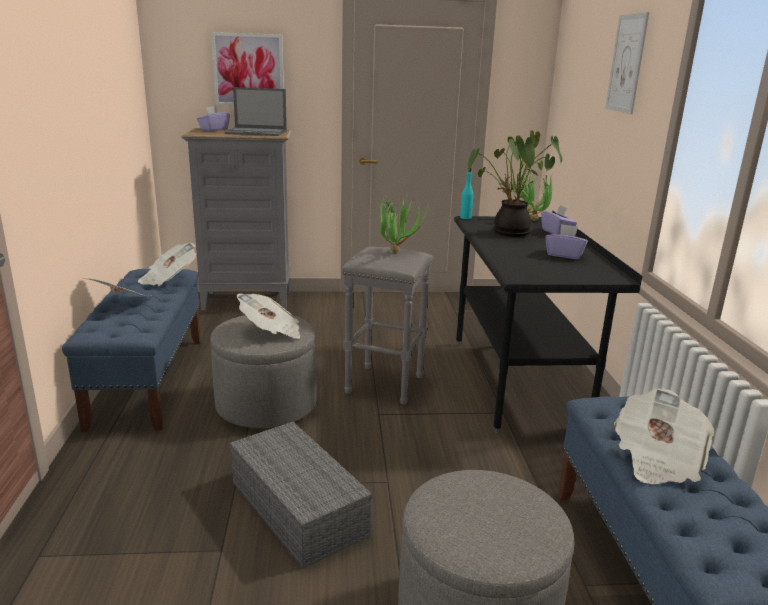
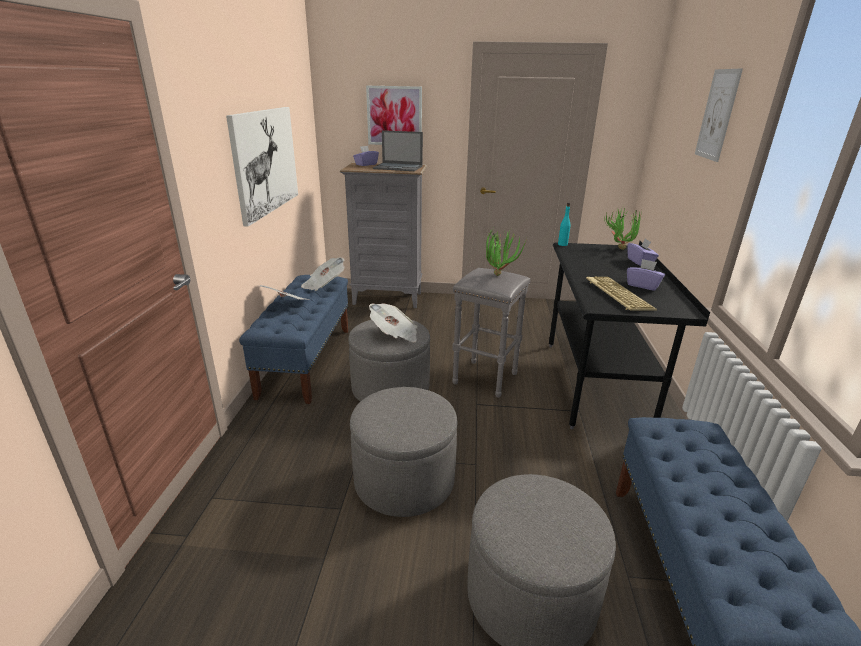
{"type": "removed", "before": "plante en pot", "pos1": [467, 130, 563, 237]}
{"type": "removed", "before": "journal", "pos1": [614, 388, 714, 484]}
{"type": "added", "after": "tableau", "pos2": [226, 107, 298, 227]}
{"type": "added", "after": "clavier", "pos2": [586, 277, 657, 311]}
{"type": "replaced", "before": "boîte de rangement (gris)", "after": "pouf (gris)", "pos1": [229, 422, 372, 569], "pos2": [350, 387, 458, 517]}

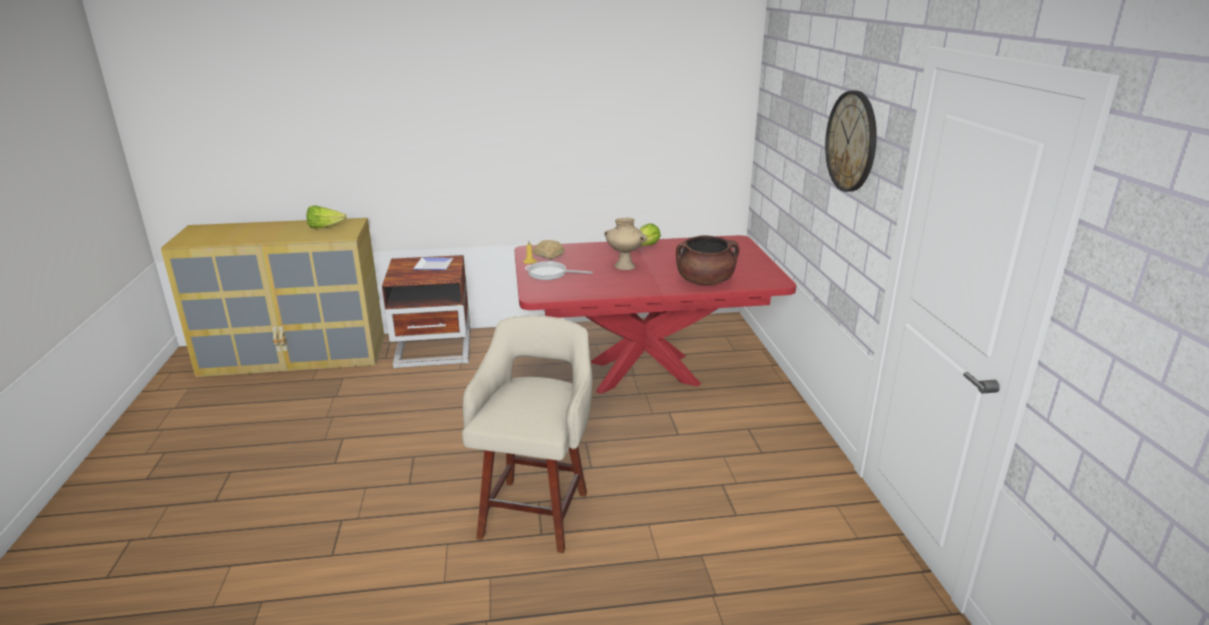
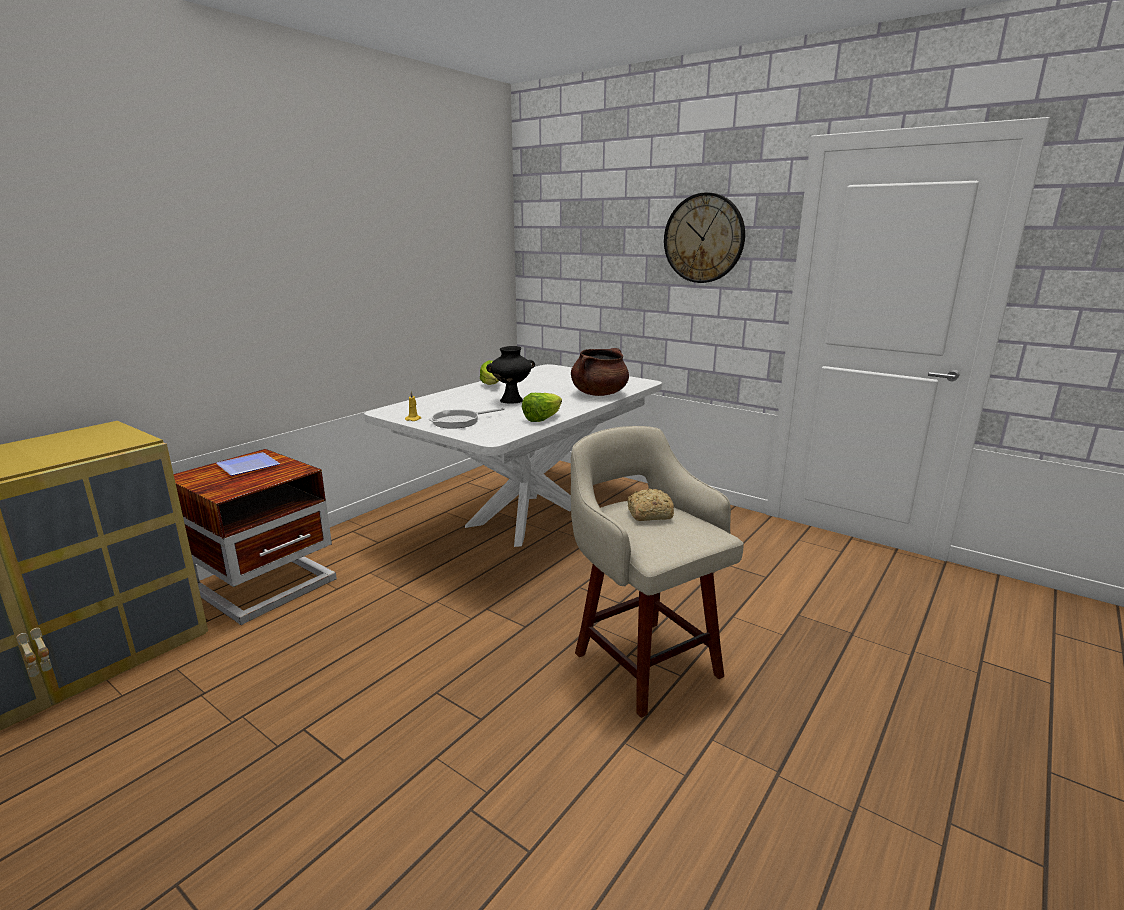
{"type": "moved", "before": "laitue", "pos1": [307, 205, 347, 229], "pos2": [522, 393, 562, 422]}
{"type": "moved", "before": "pain", "pos1": [533, 240, 564, 259], "pos2": [627, 489, 674, 521]}
{"type": "recoloured", "before": "table à manger (rouge)", "after": "table à manger (blanc)", "pos1": [515, 235, 796, 394], "pos2": [364, 364, 662, 547]}
{"type": "recoloured", "before": "vase (beige)", "after": "vase (noir)", "pos1": [604, 218, 647, 270], "pos2": [486, 346, 535, 404]}

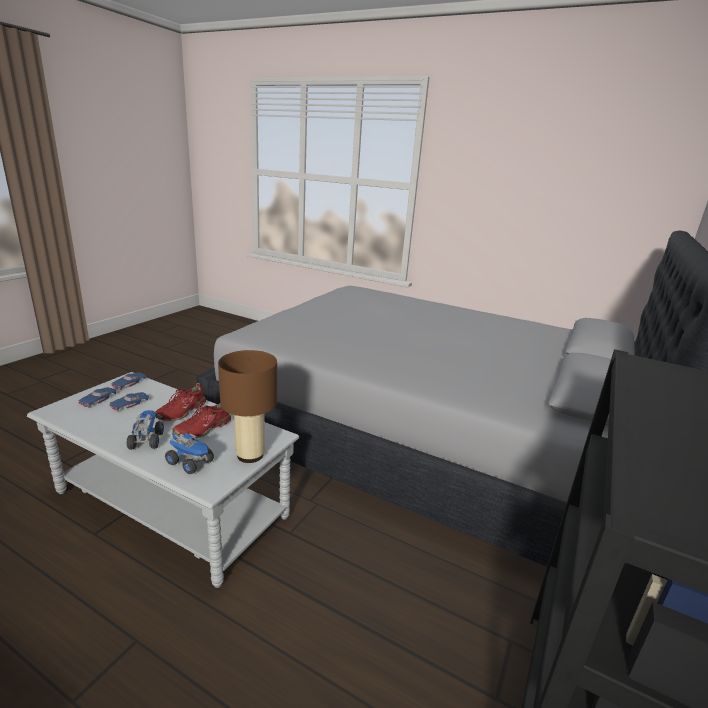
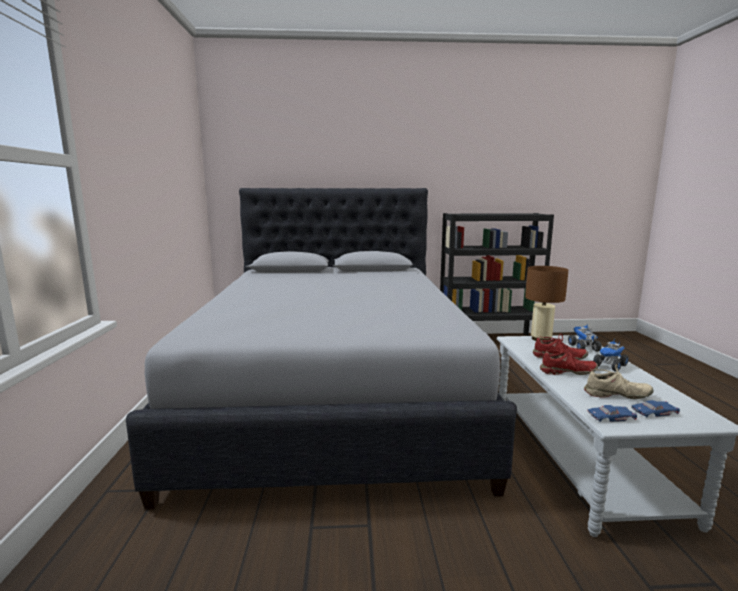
{"type": "replaced", "before": "petite voiture (bleu)", "after": "chaussure (beige)", "pos1": [110, 392, 149, 412], "pos2": [584, 364, 654, 399]}

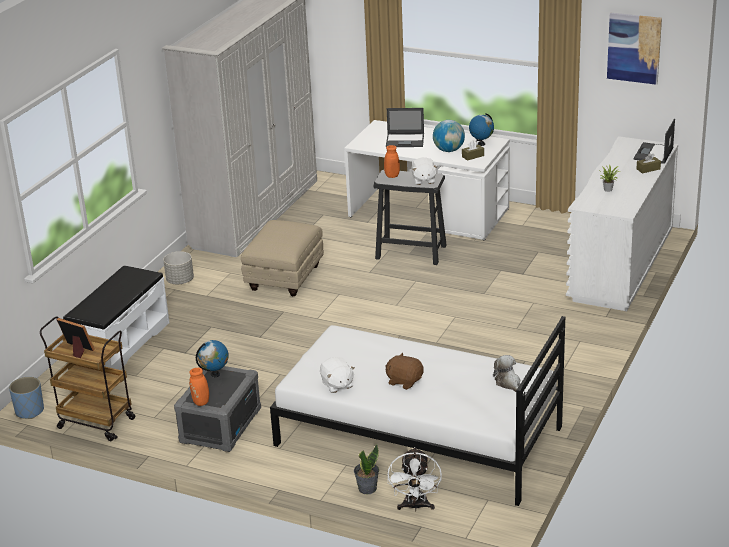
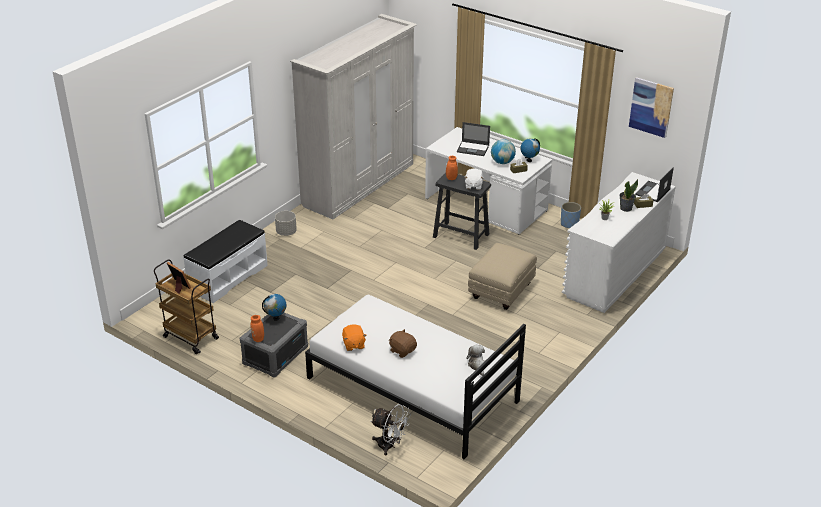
{"type": "moved", "before": "cache-pot (bleu)", "pos1": [9, 377, 44, 419], "pos2": [561, 202, 581, 228]}
{"type": "moved", "before": "pouf (beige)", "pos1": [241, 220, 324, 296], "pos2": [468, 243, 537, 310]}
{"type": "moved", "before": "plante en pot", "pos1": [354, 444, 379, 494], "pos2": [619, 179, 638, 212]}
{"type": "recoloured", "before": "peluche (blanc)", "after": "peluche (orange)", "pos1": [320, 357, 355, 393], "pos2": [342, 324, 366, 351]}
{"type": "turned", "before": "ventilateur (blanc)", "pos1": [388, 447, 442, 511], "pos2": [371, 404, 411, 456], "turn": -75}

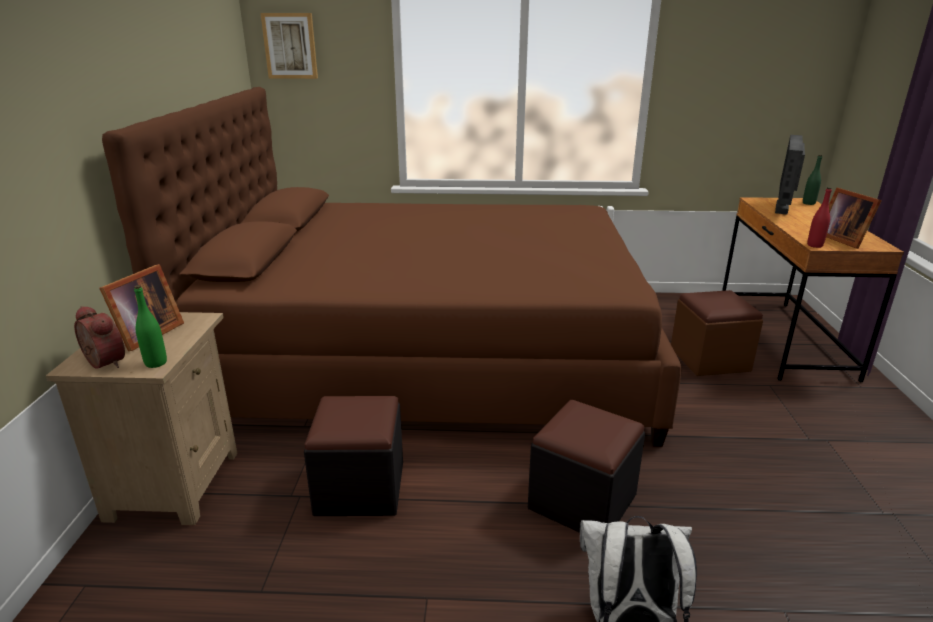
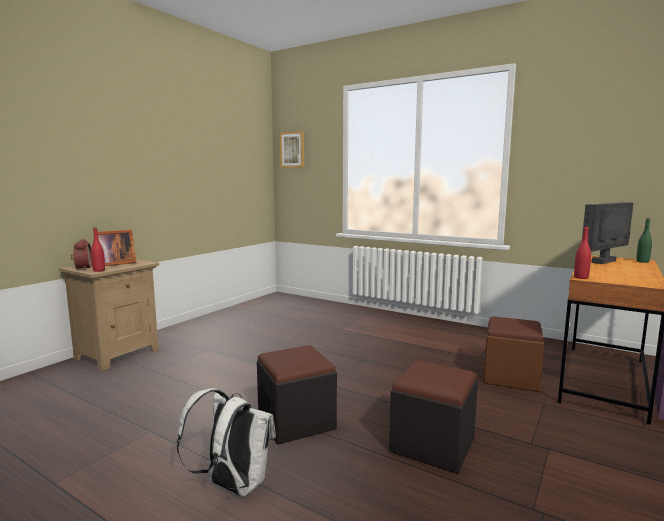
{"type": "removed", "before": "lit (marron)", "pos1": [102, 87, 682, 447]}
{"type": "removed", "before": "cadre photo", "pos1": [826, 188, 882, 249]}
{"type": "moved", "before": "pouf (noir)", "pos1": [304, 396, 403, 516], "pos2": [389, 360, 478, 474]}
{"type": "recoloured", "before": "bouteille (vert)", "after": "bouteille (rouge)", "pos1": [134, 285, 167, 368], "pos2": [91, 228, 105, 272]}

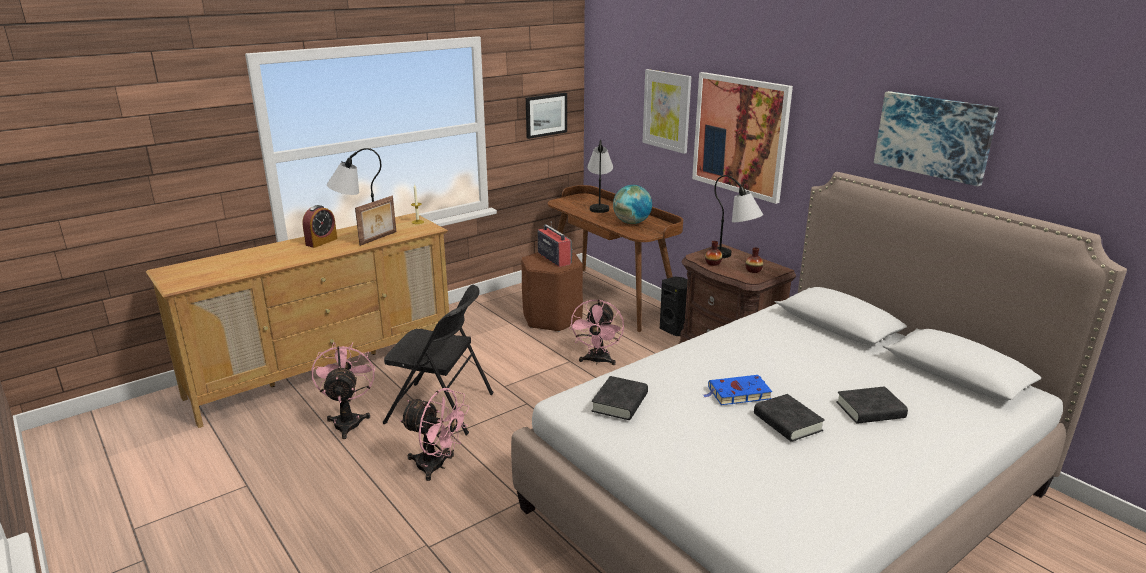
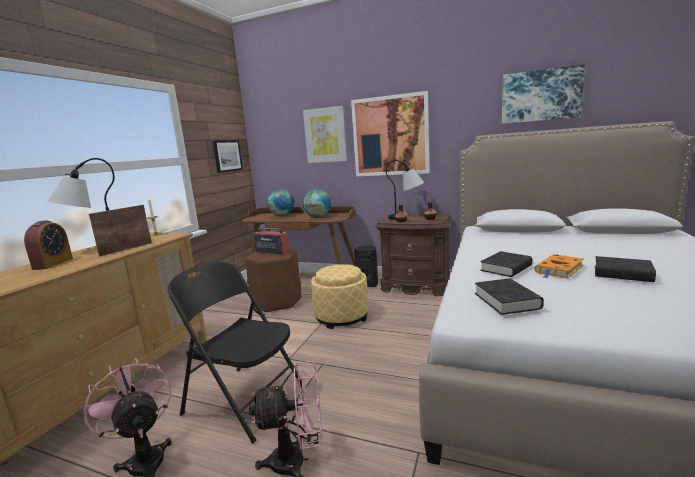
{"type": "moved", "before": "livre (noir)", "pos1": [836, 386, 908, 424], "pos2": [480, 251, 532, 277]}
{"type": "replaced", "before": "ventilateur (rose)", "after": "pouf", "pos1": [569, 299, 624, 365], "pos2": [311, 264, 368, 329]}
{"type": "replaced", "before": "lampe de table", "after": "globe", "pos1": [587, 140, 613, 213], "pos2": [267, 189, 294, 216]}
{"type": "recoloured", "before": "livre (bleu)", "after": "livre (orange)", "pos1": [703, 375, 772, 405], "pos2": [534, 254, 584, 278]}
{"type": "turned", "before": "cadre photo", "pos1": [355, 196, 396, 246], "pos2": [89, 205, 152, 256], "turn": -150}
{"type": "turned", "before": "chaise (noir)", "pos1": [383, 285, 493, 436], "pos2": [168, 262, 302, 444], "turn": -135}

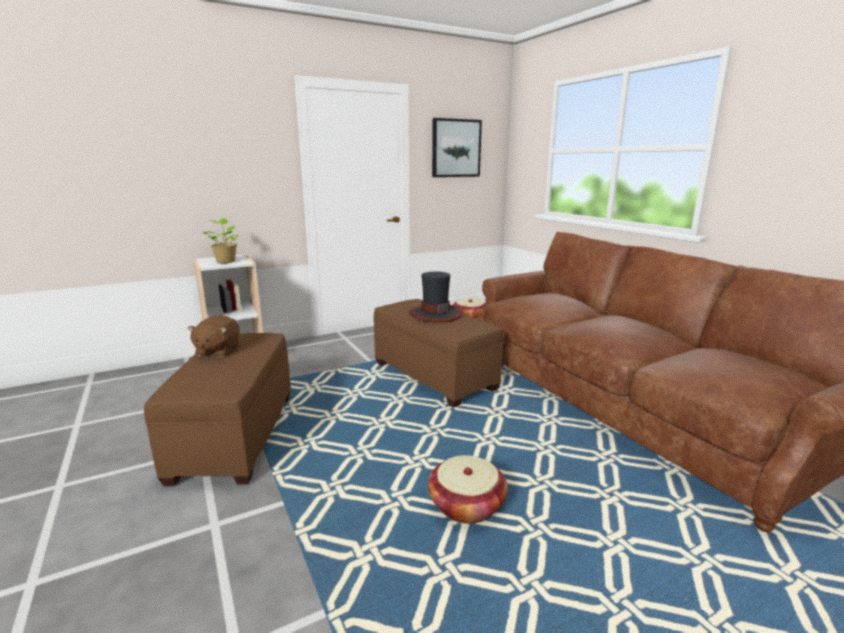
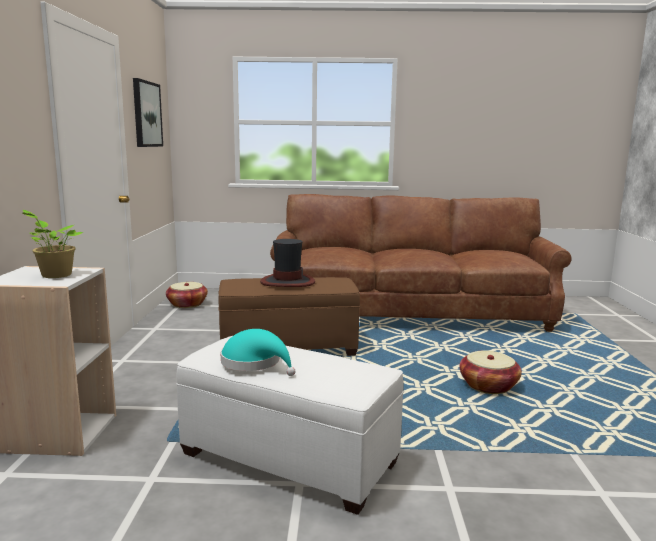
{"type": "replaced", "before": "peluche (marron)", "after": "chapeau (turquoise)", "pos1": [187, 315, 240, 357], "pos2": [221, 329, 295, 376]}
{"type": "recoloured", "before": "pouf (marron)", "after": "pouf (blanc)", "pos1": [144, 333, 291, 486], "pos2": [176, 336, 404, 515]}

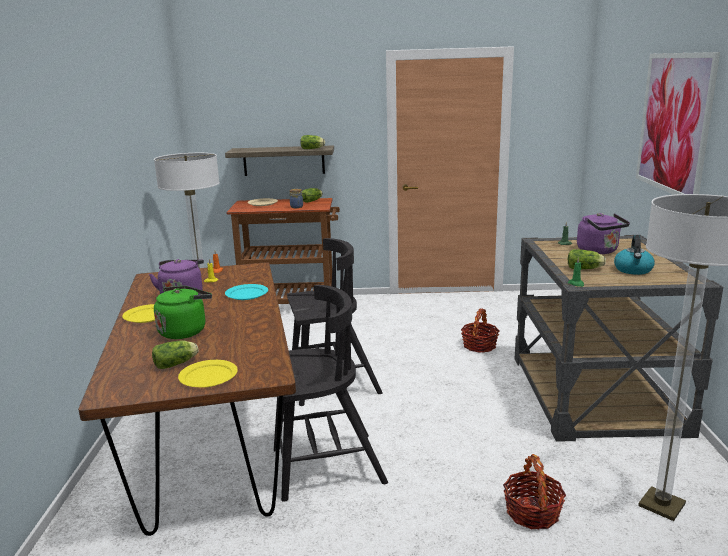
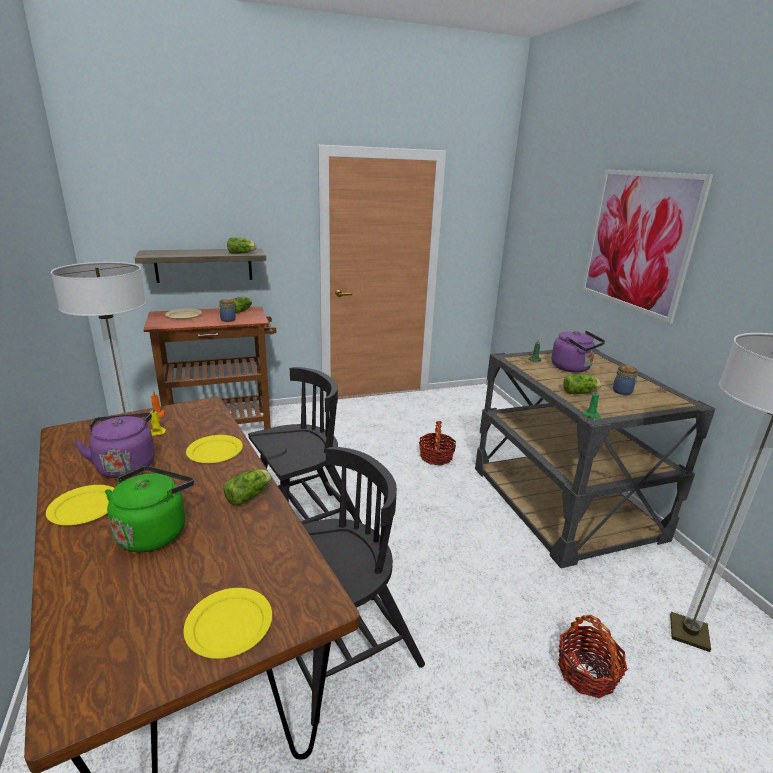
{"type": "moved", "before": "laitue", "pos1": [152, 340, 198, 369], "pos2": [223, 469, 272, 505]}
{"type": "replaced", "before": "bouilloire", "after": "bocal", "pos1": [614, 235, 655, 275], "pos2": [613, 365, 639, 395]}
{"type": "recoloured", "before": "assiette (turquoise)", "after": "assiette (jaune)", "pos1": [225, 284, 268, 300], "pos2": [186, 435, 243, 463]}

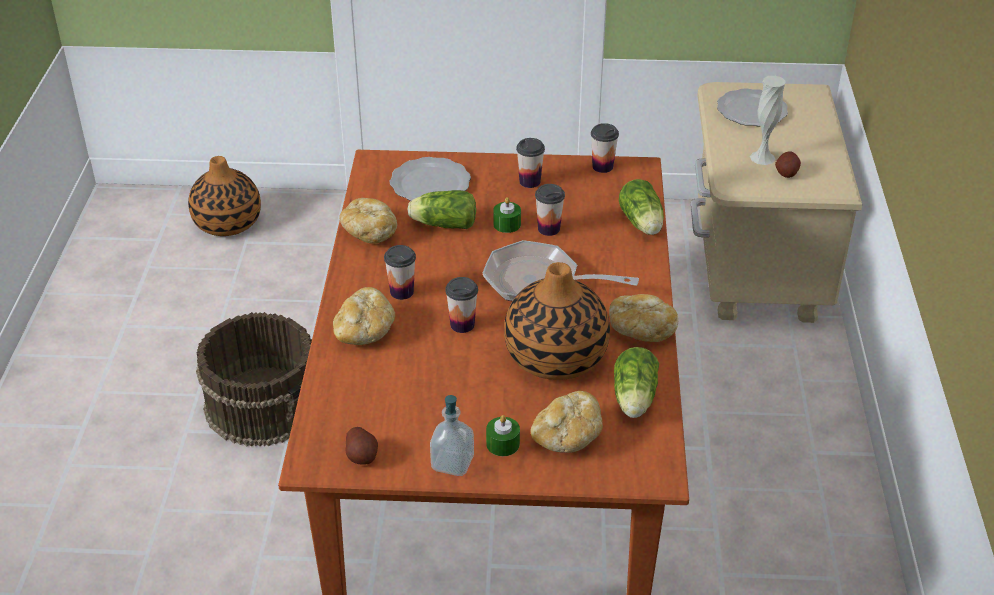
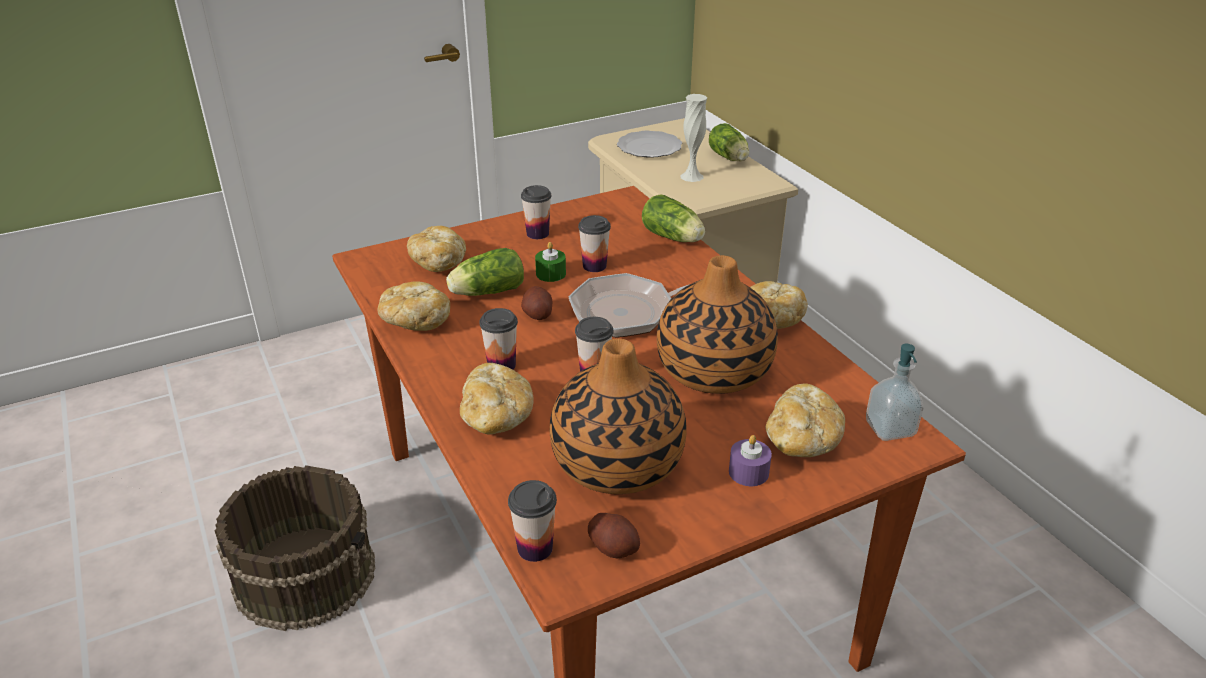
{"type": "moved", "before": "vase", "pos1": [188, 156, 261, 236], "pos2": [550, 339, 687, 494]}
{"type": "moved", "before": "distributeur de savon", "pos1": [430, 395, 474, 476], "pos2": [866, 344, 924, 441]}
{"type": "moved", "before": "tasse", "pos1": [591, 123, 619, 173], "pos2": [508, 480, 557, 562]}
{"type": "moved", "before": "laitue", "pos1": [614, 347, 659, 418], "pos2": [709, 123, 749, 161]}
{"type": "moved", "before": "pomme de terre", "pos1": [775, 151, 801, 178], "pos2": [521, 286, 552, 320]}
{"type": "replaced", "before": "assiette", "after": "pain", "pos1": [390, 157, 471, 201], "pos2": [407, 226, 466, 272]}
{"type": "recoloured", "before": "bougie (vert)", "after": "bougie (violet)", "pos1": [486, 415, 520, 456], "pos2": [729, 435, 772, 486]}

